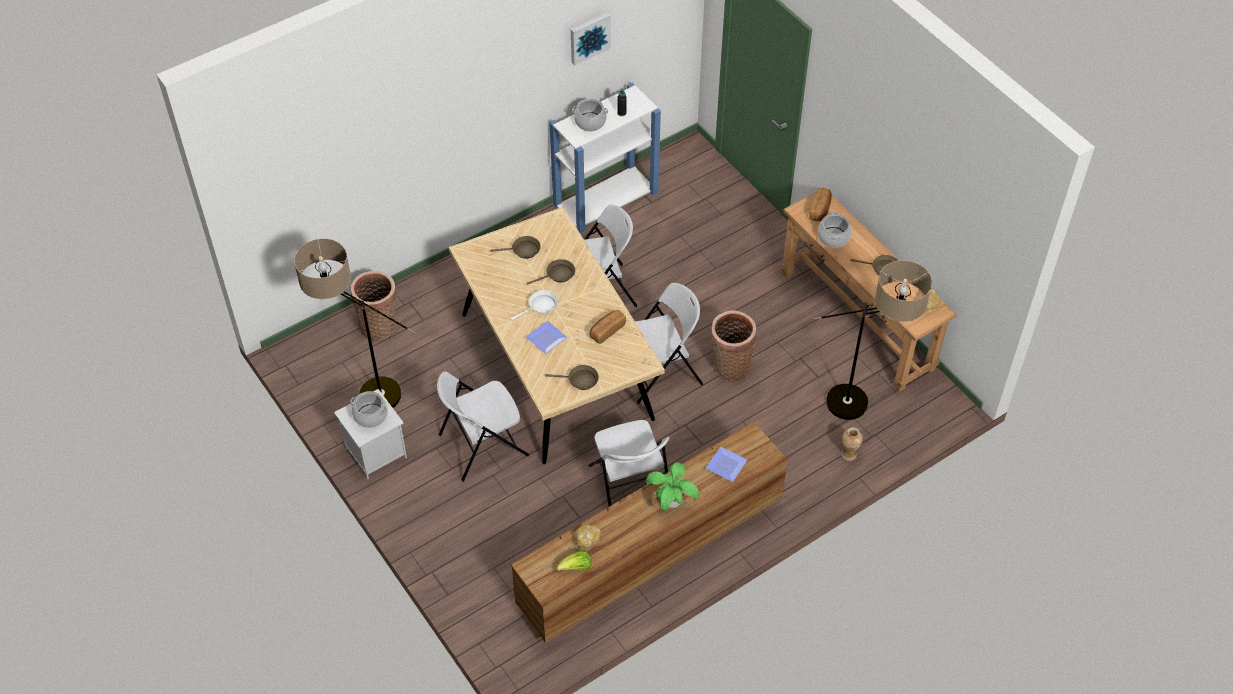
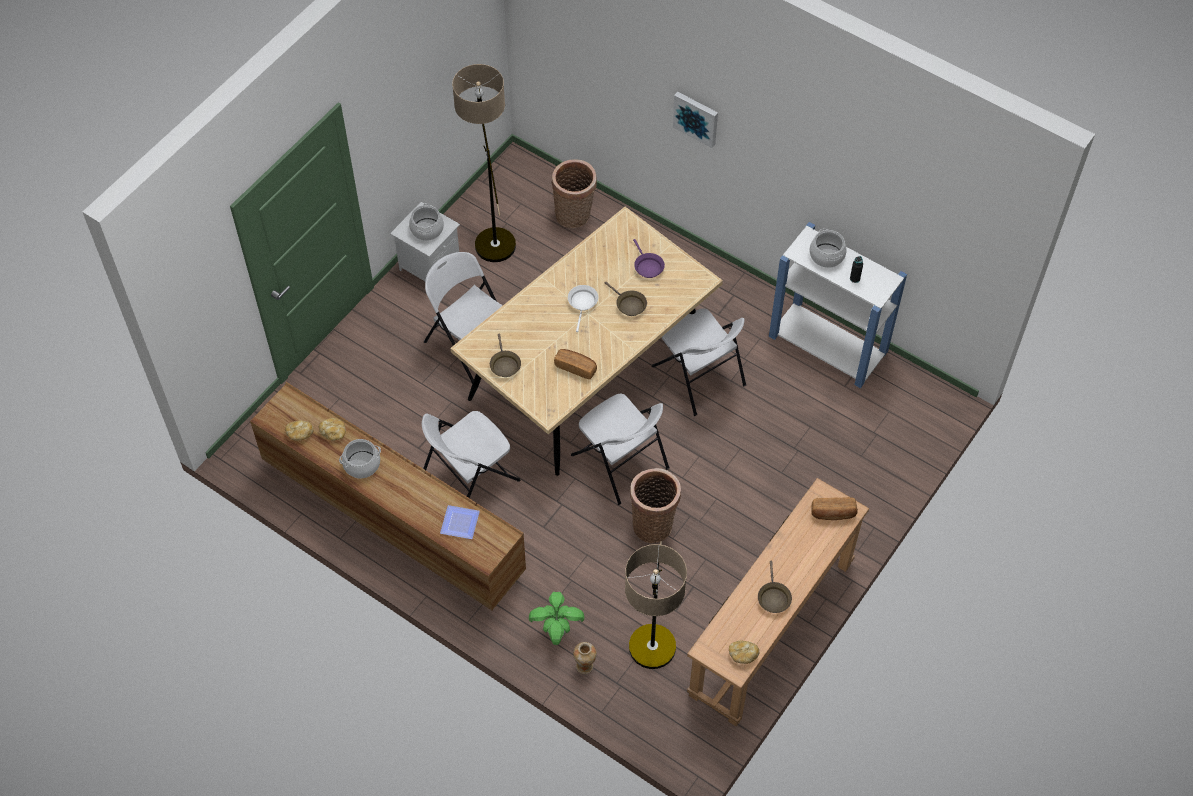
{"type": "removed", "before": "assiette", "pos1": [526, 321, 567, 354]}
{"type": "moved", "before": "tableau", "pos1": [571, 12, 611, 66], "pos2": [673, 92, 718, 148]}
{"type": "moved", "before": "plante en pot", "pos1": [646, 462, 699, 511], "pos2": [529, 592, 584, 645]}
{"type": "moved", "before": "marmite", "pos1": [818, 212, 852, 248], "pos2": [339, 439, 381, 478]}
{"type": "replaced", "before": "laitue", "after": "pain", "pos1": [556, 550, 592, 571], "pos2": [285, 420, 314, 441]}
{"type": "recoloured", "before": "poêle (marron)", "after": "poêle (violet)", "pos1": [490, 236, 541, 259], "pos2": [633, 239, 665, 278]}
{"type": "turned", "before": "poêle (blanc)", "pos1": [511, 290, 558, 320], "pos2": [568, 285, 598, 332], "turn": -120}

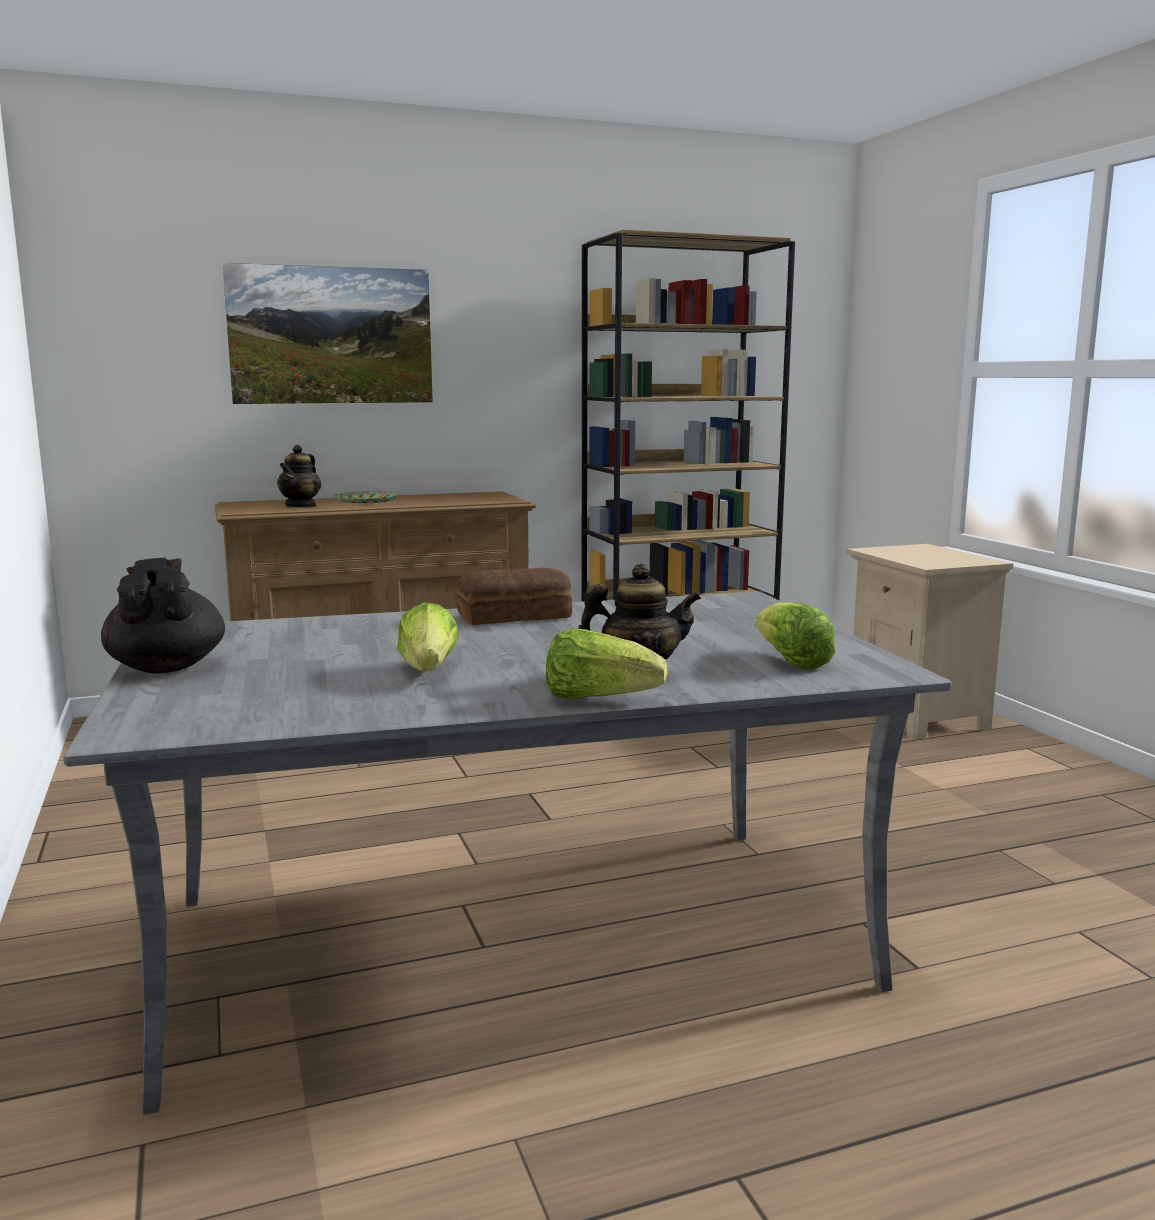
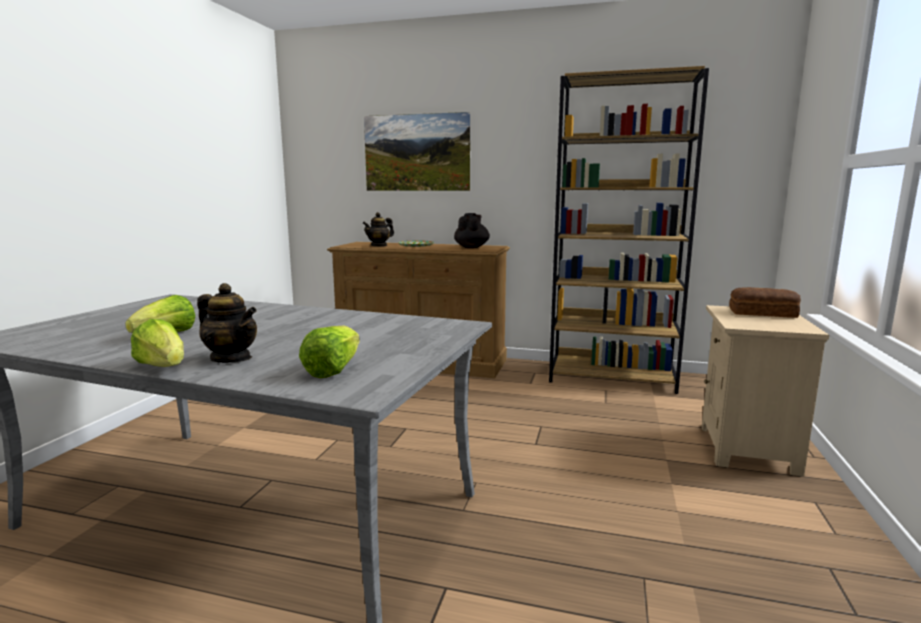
{"type": "moved", "before": "théière (noir)", "pos1": [101, 557, 225, 674], "pos2": [454, 213, 490, 248]}
{"type": "moved", "before": "pain", "pos1": [456, 567, 572, 625], "pos2": [729, 287, 801, 318]}

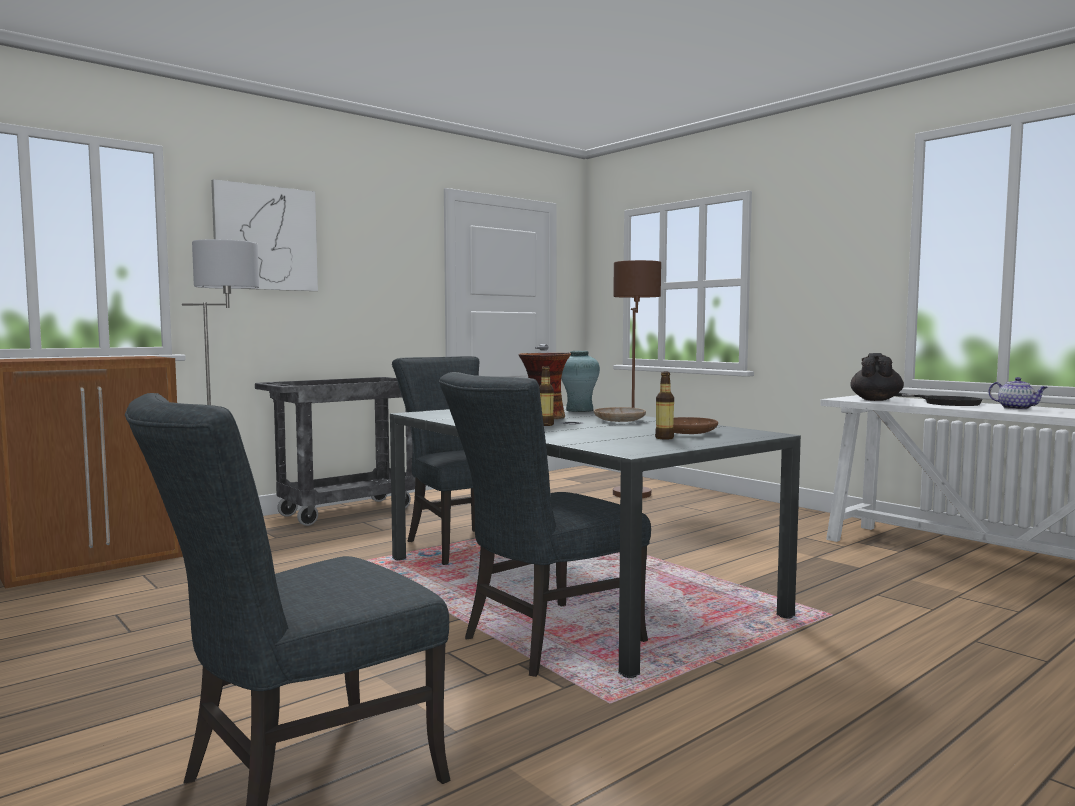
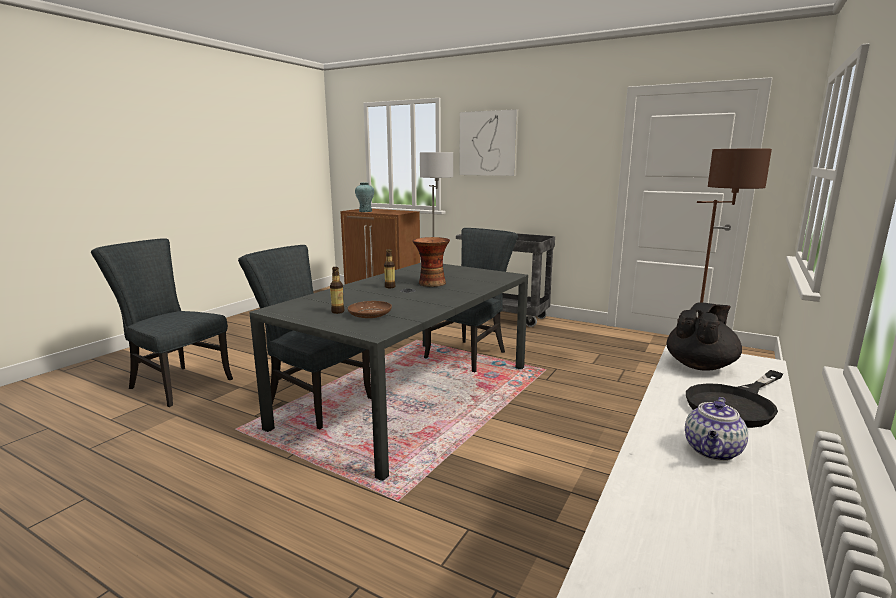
{"type": "removed", "before": "assiette (beige)", "pos1": [594, 407, 646, 422]}
{"type": "moved", "before": "vase (turquoise)", "pos1": [561, 351, 600, 412], "pos2": [355, 182, 374, 212]}
{"type": "turned", "before": "théière (noir)", "pos1": [850, 353, 904, 401], "pos2": [666, 302, 742, 371], "turn": -45}

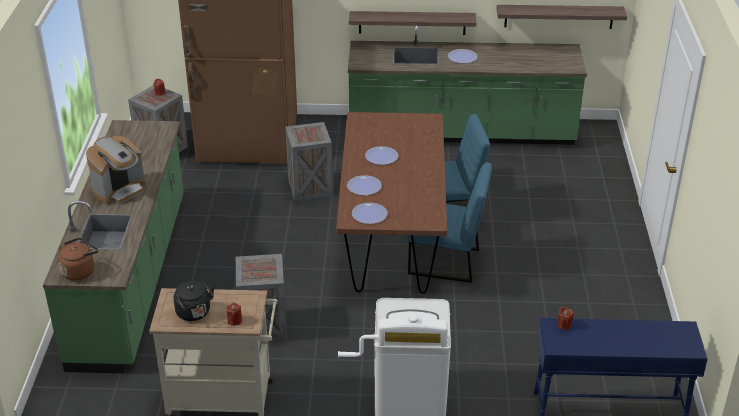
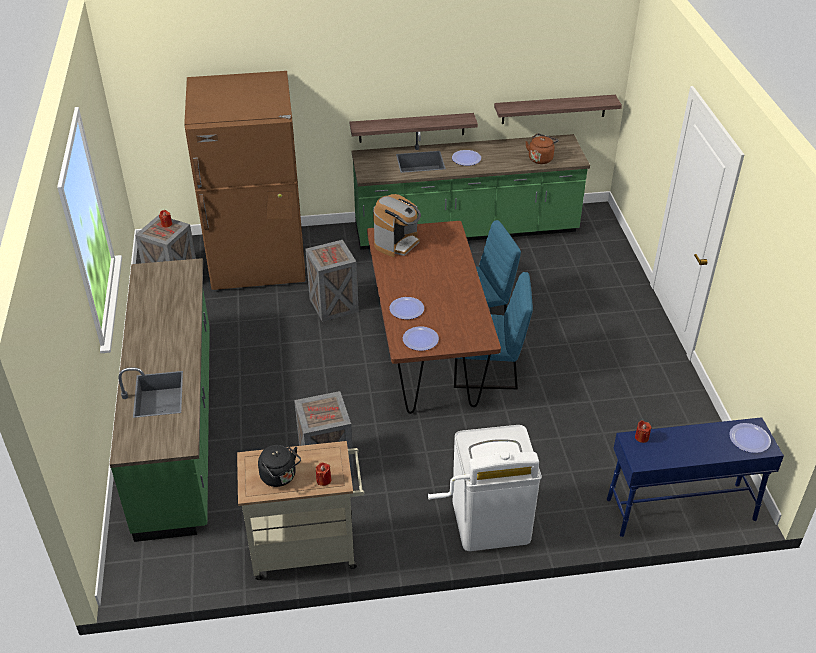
{"type": "moved", "before": "bouilloire (marron)", "pos1": [58, 238, 98, 281], "pos2": [525, 133, 559, 164]}
{"type": "moved", "before": "machine à café", "pos1": [86, 136, 146, 205], "pos2": [373, 194, 421, 257]}
{"type": "moved", "before": "assiette", "pos1": [365, 146, 398, 165], "pos2": [729, 423, 771, 453]}

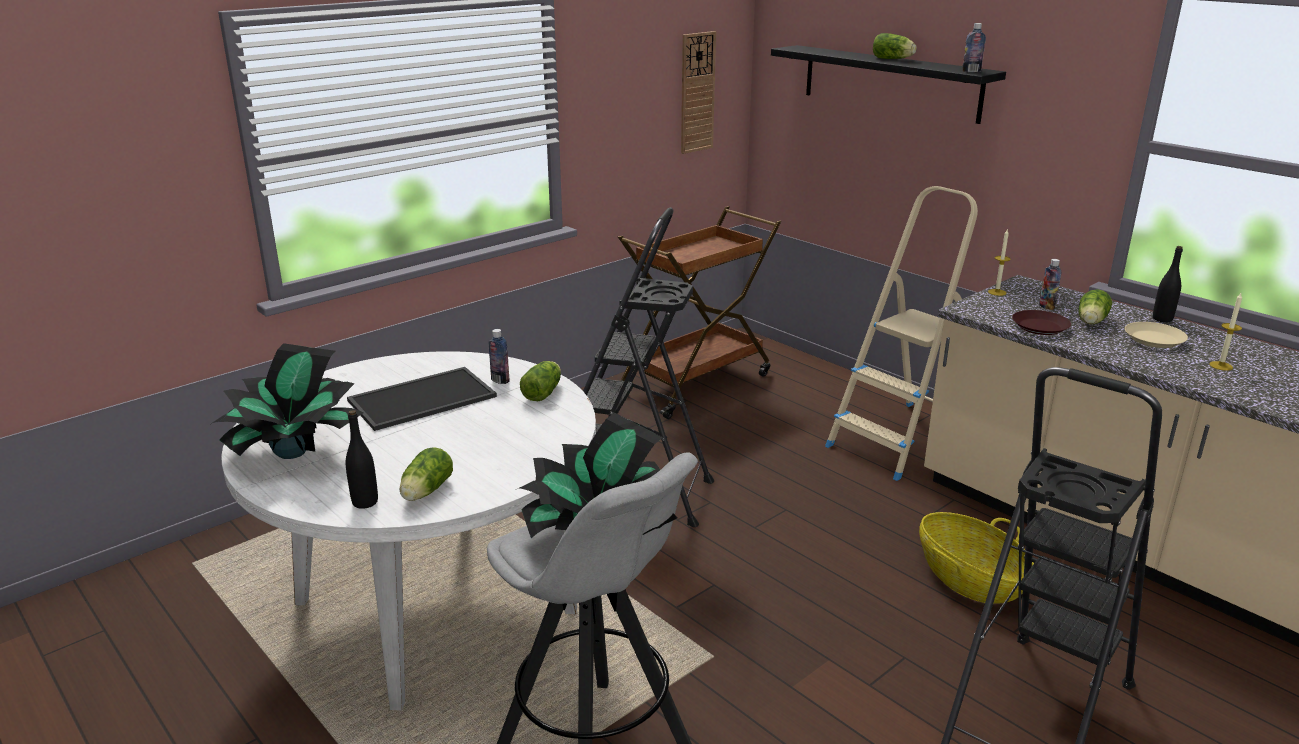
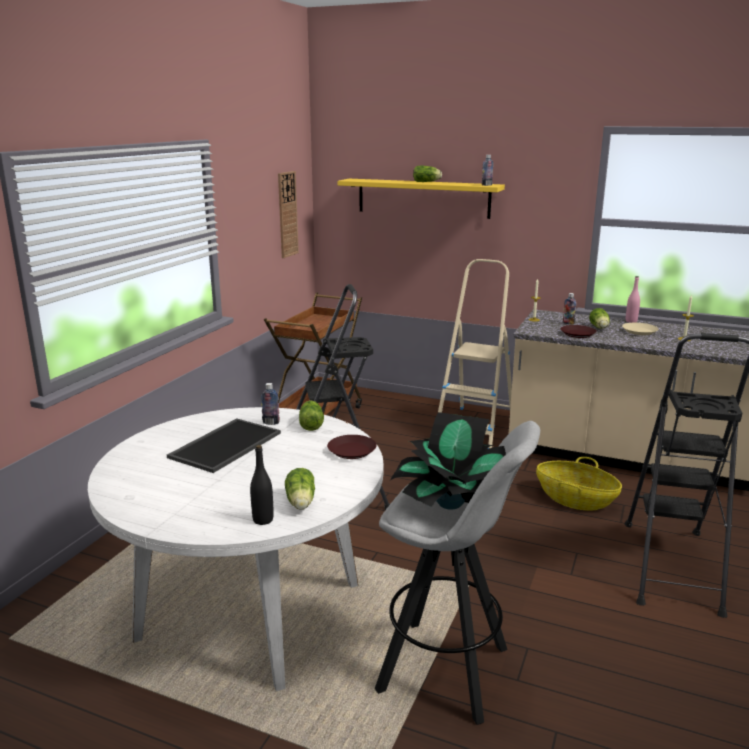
{"type": "removed", "before": "plante en pot", "pos1": [213, 343, 364, 459]}
{"type": "added", "after": "assiette (marron)", "pos2": [327, 435, 377, 459]}
{"type": "recoloured", "before": "étagère (noir)", "after": "étagère (jaune)", "pos1": [771, 45, 1006, 124], "pos2": [338, 179, 505, 219]}
{"type": "recoloured", "before": "bouteille (noir)", "after": "bouteille (rose)", "pos1": [1153, 246, 1183, 323], "pos2": [626, 276, 640, 323]}

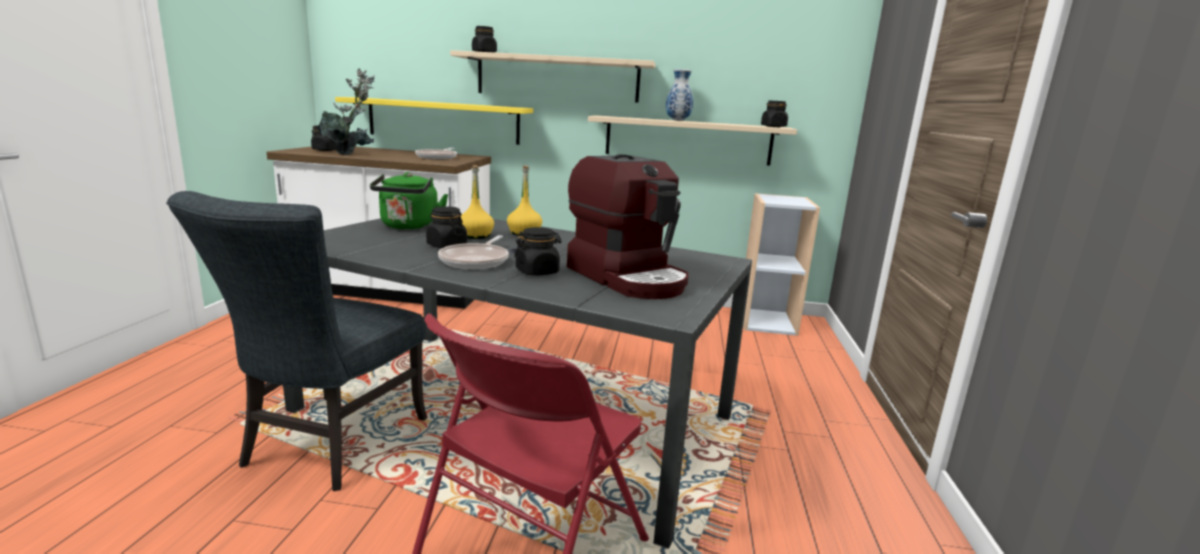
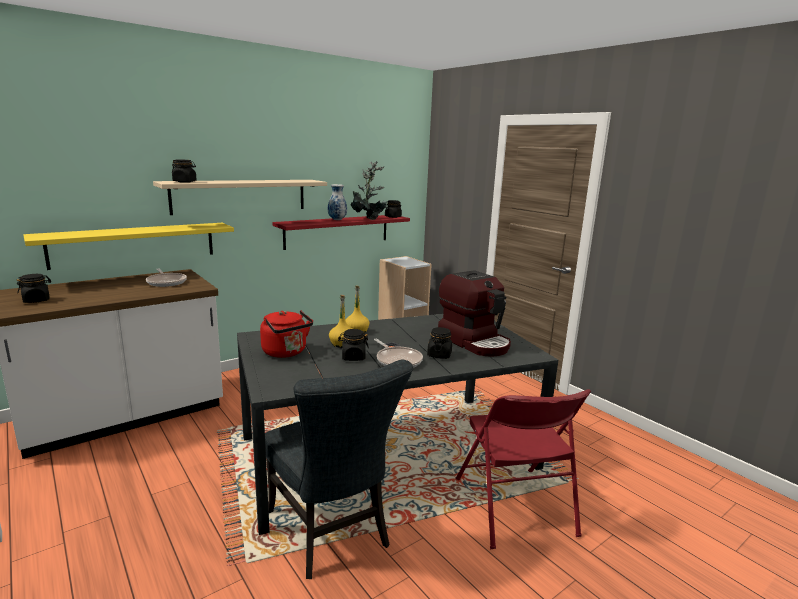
{"type": "moved", "before": "plante en pot", "pos1": [318, 68, 375, 155], "pos2": [351, 161, 388, 220]}
{"type": "recoloured", "before": "bouilloire (vert)", "after": "bouilloire (rouge)", "pos1": [370, 172, 448, 230], "pos2": [260, 310, 313, 358]}
{"type": "recoloured", "before": "étagère (beige)", "after": "étagère (rouge)", "pos1": [588, 115, 797, 166], "pos2": [272, 215, 410, 250]}
{"type": "turned", "before": "machine à café", "pos1": [567, 154, 689, 299], "pos2": [438, 270, 511, 356], "turn": 45}

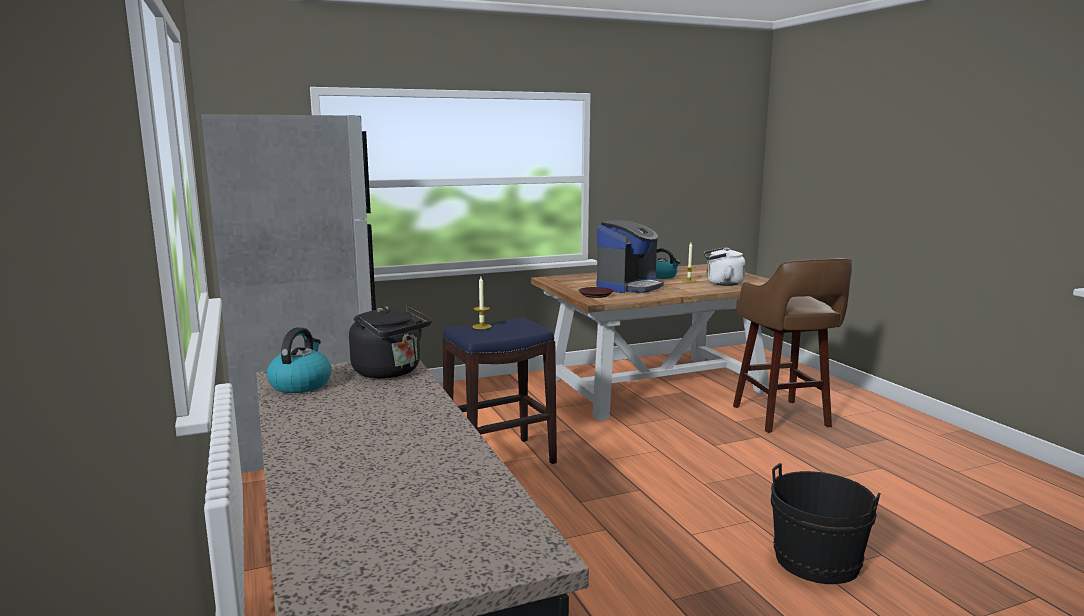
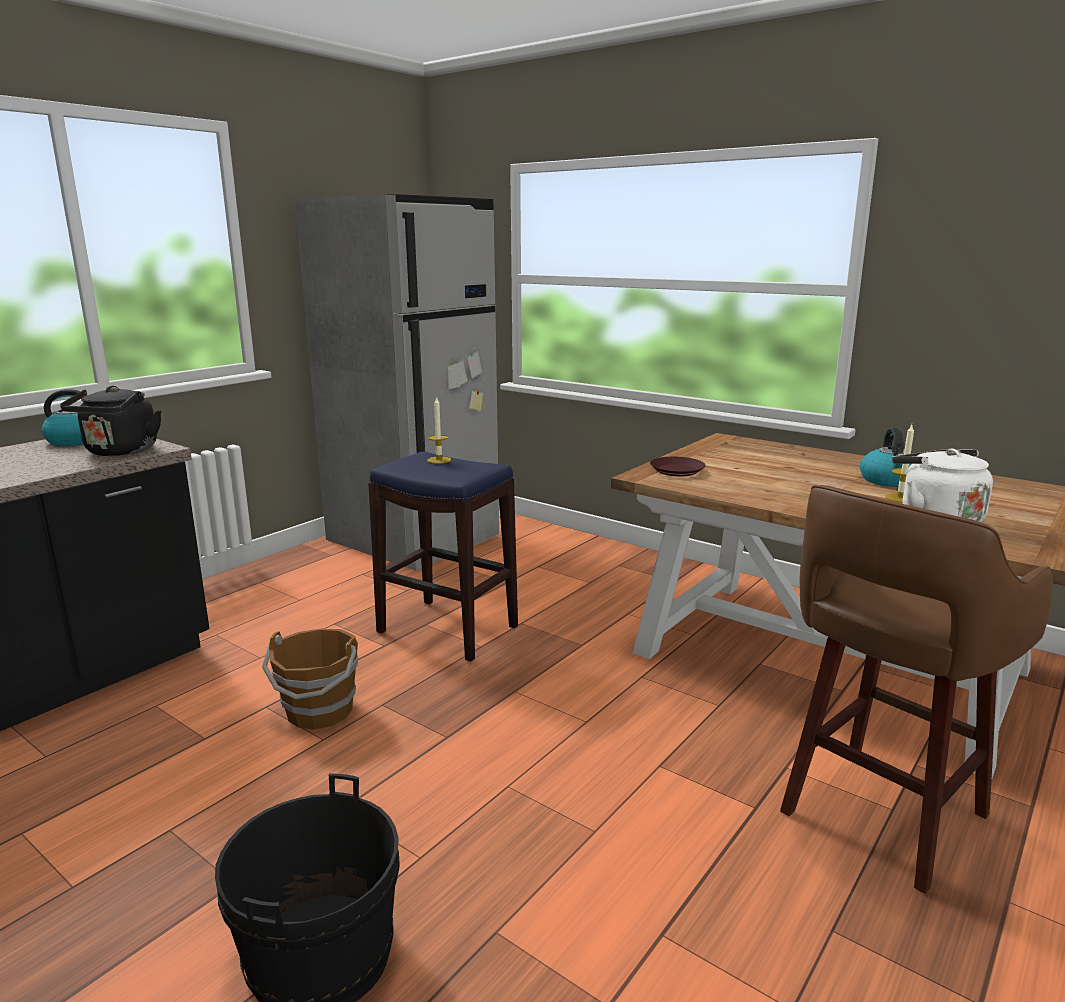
{"type": "removed", "before": "machine à café", "pos1": [596, 220, 664, 293]}
{"type": "added", "after": "seau (marron)", "pos2": [262, 629, 358, 729]}

